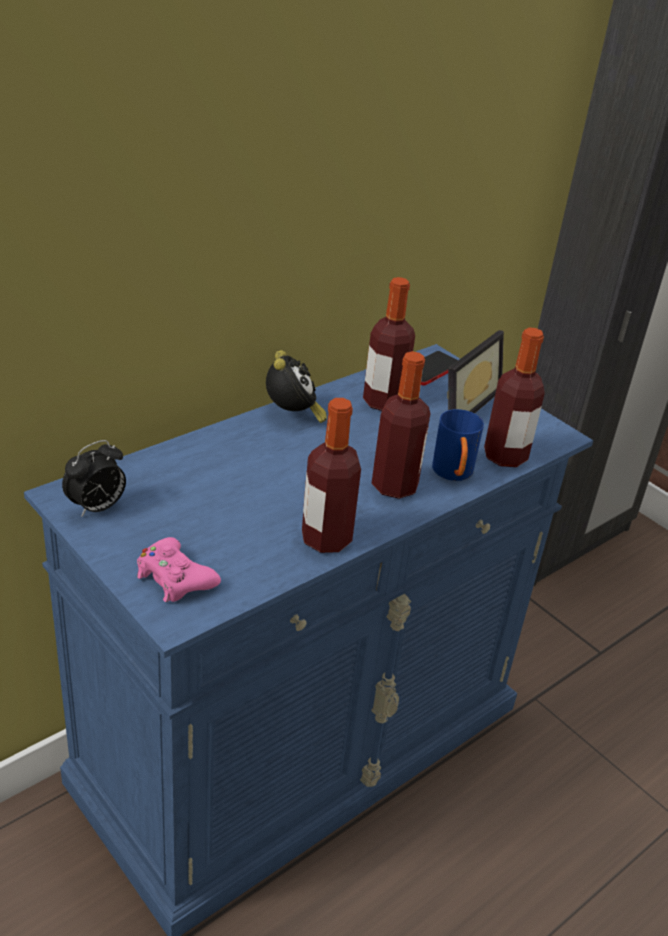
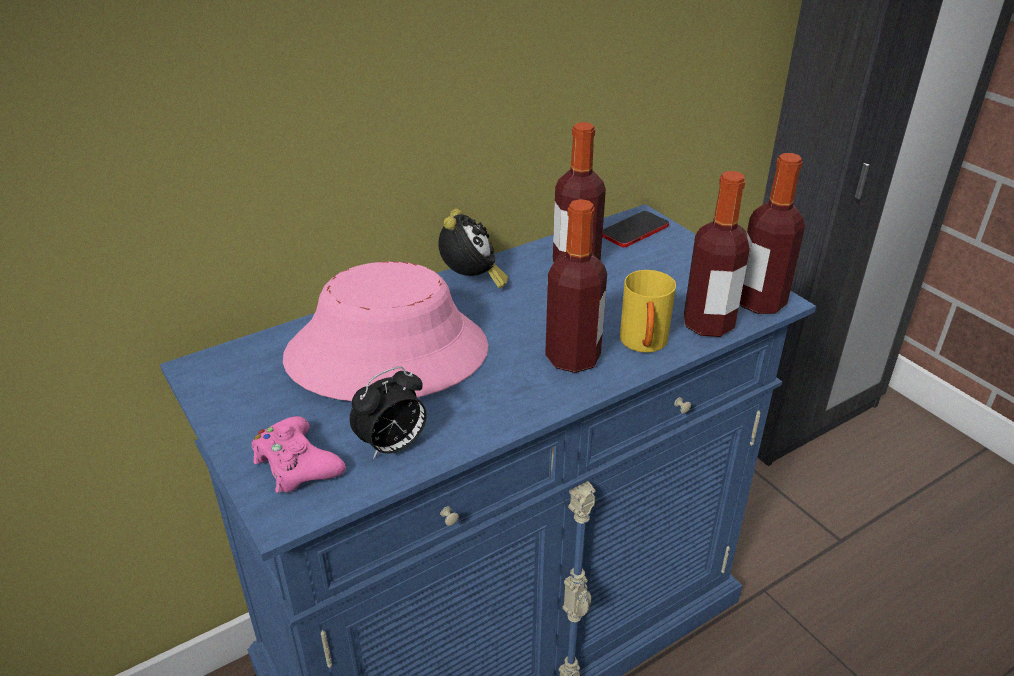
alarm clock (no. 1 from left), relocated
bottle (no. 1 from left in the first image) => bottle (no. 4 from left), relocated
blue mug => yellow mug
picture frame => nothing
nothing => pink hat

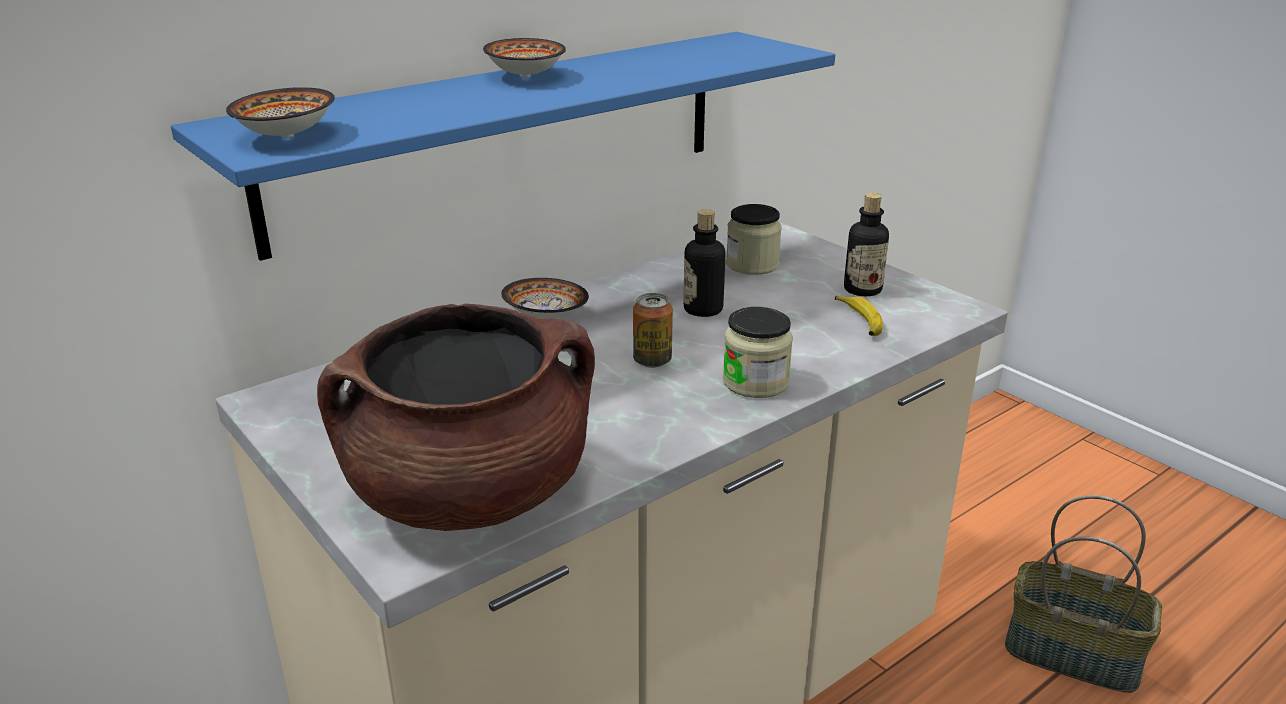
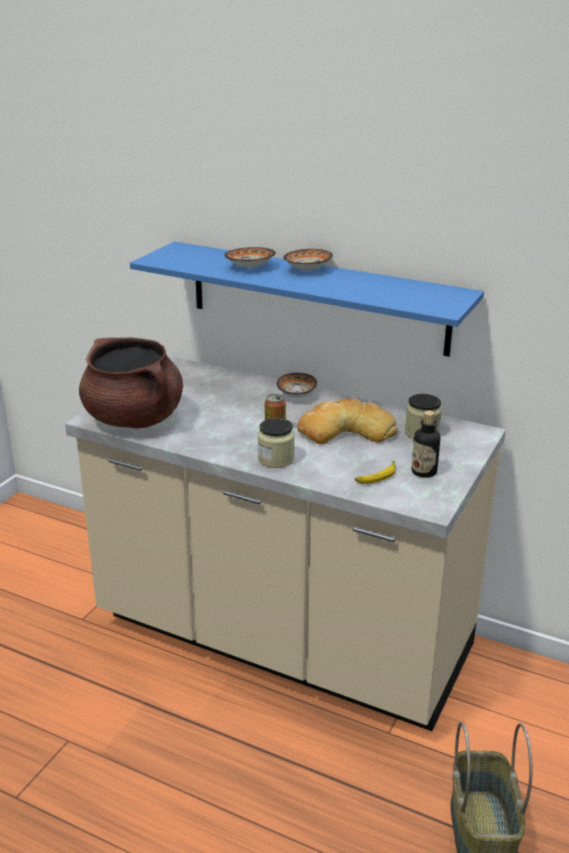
bowl (no. 1 from left), relocated
bottle (no. 1 from left) => bread

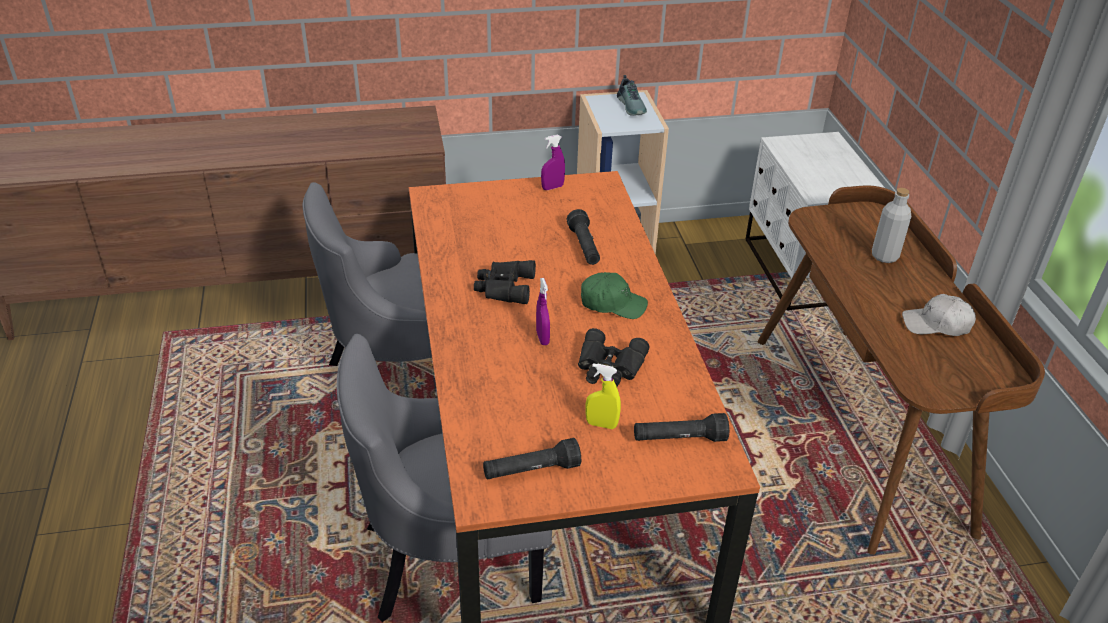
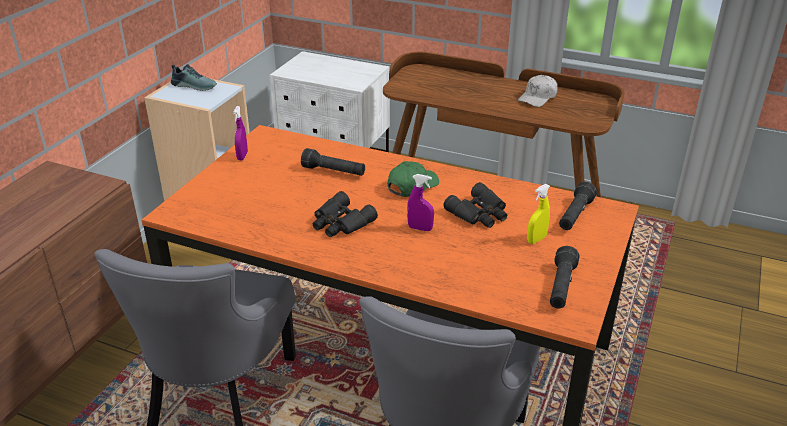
grey bottle => nothing

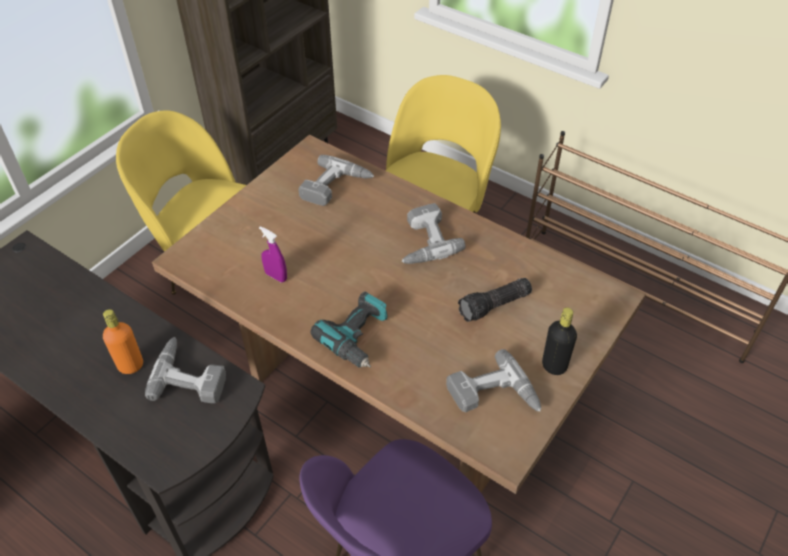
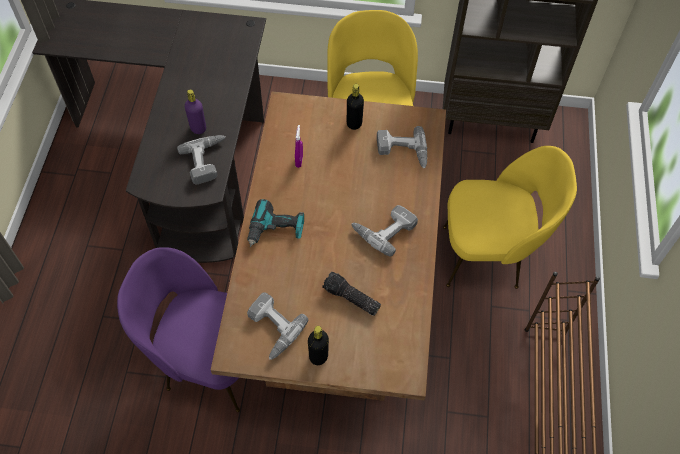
orange bottle => purple bottle
nothing => black bottle (no. 2 from left)

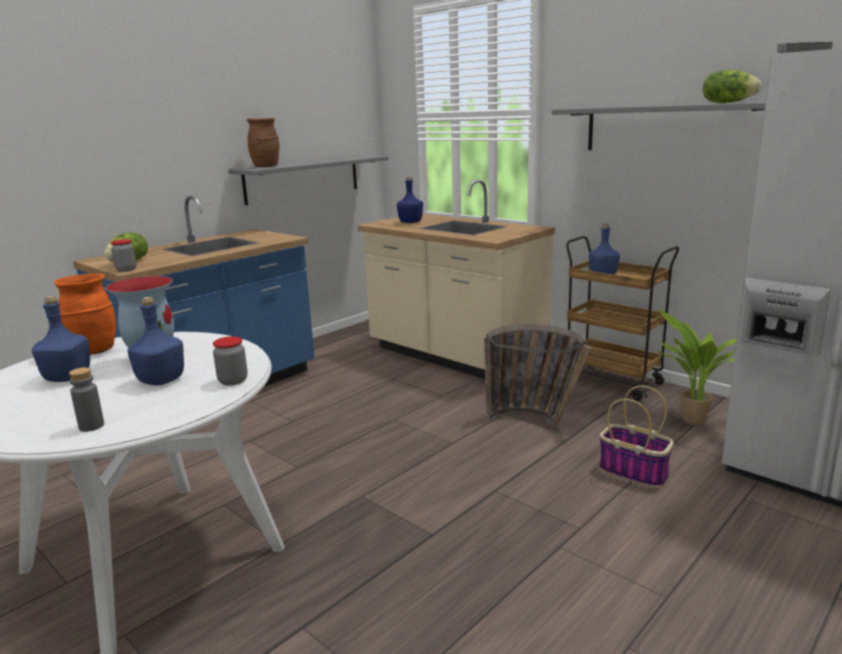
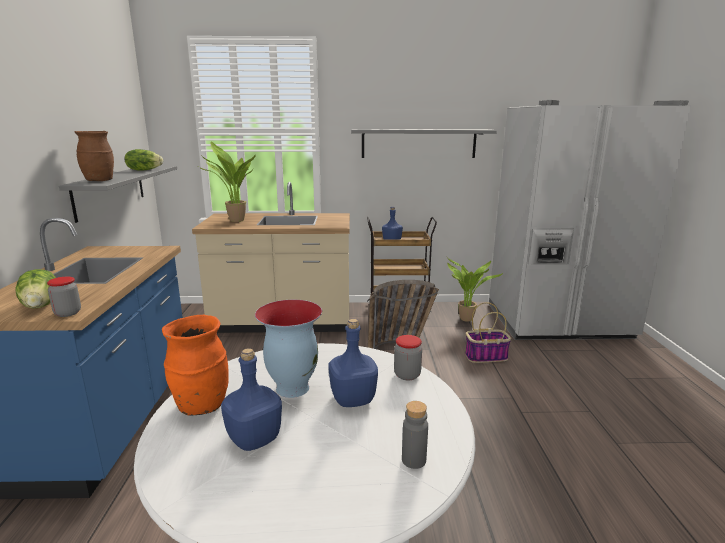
blue bottle (no. 3 from left) => potted plant (no. 1 from left)
lettuce (no. 2 from left), relocated

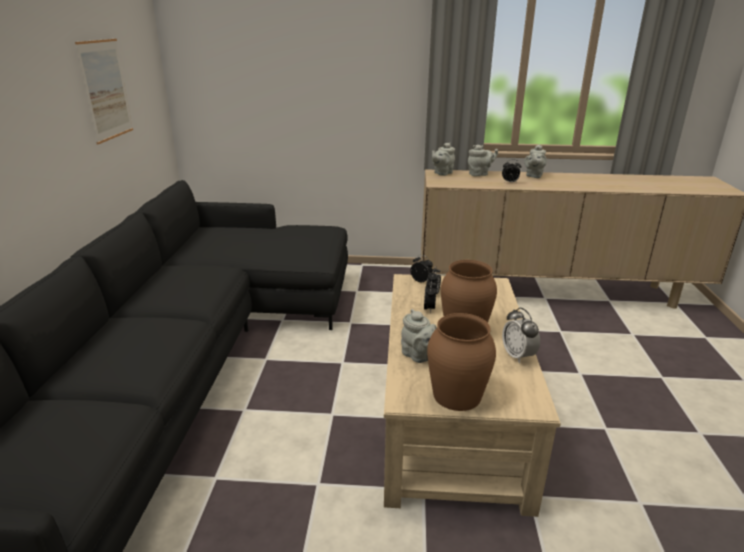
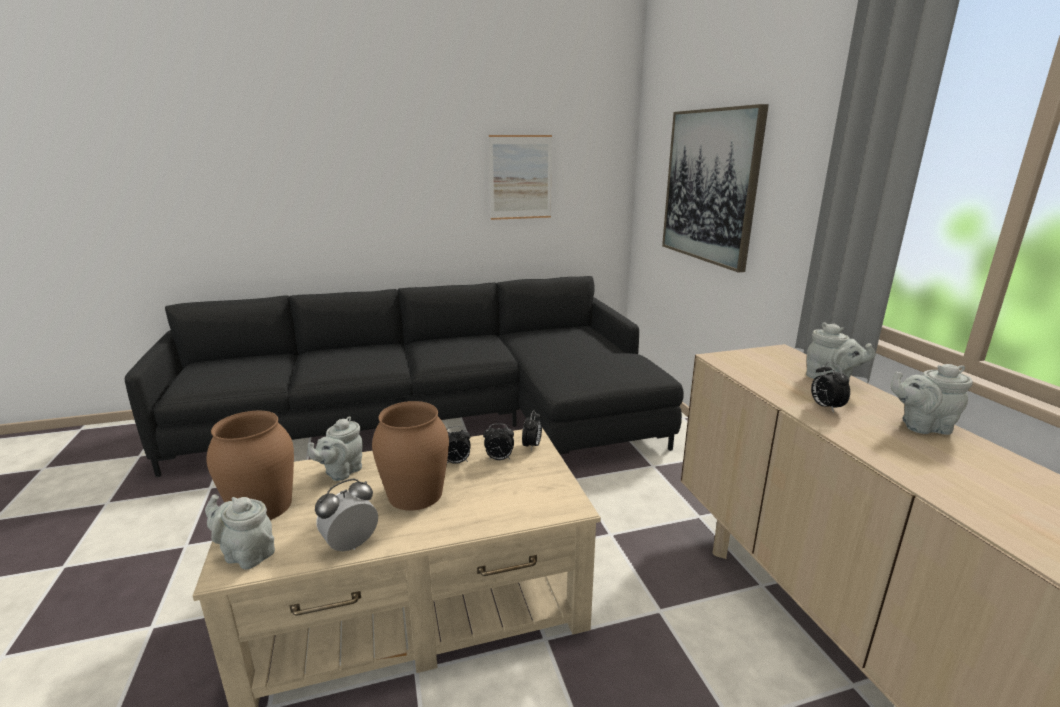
grey teapot (no. 2 from left in the first image) => grey teapot (no. 1 from left), relocated
nothing => picture (no. 2 from left)

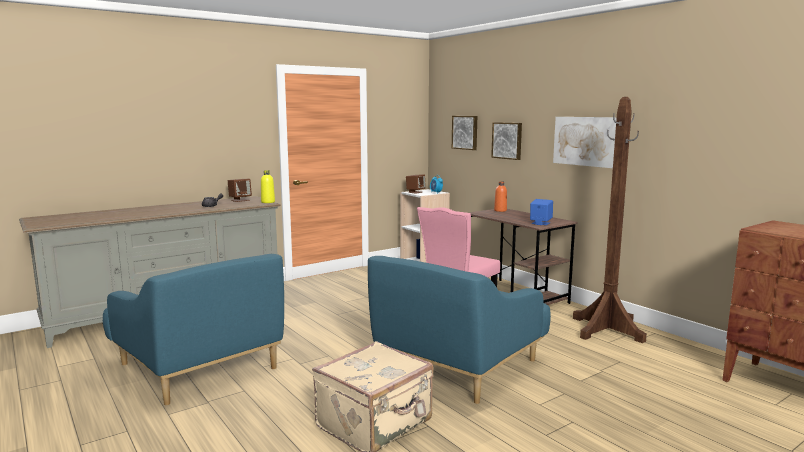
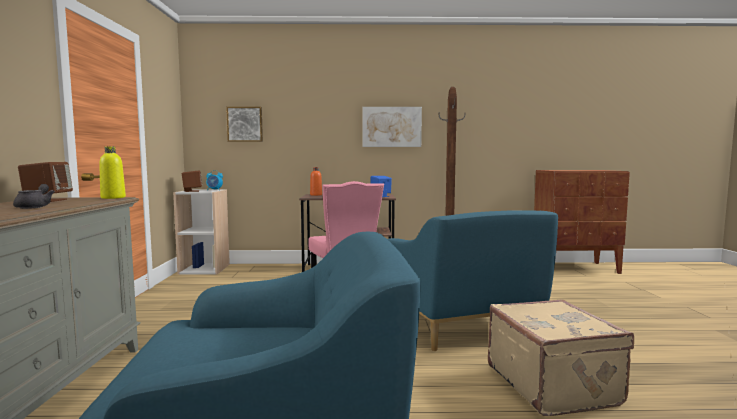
picture (no. 2 from left) => nothing

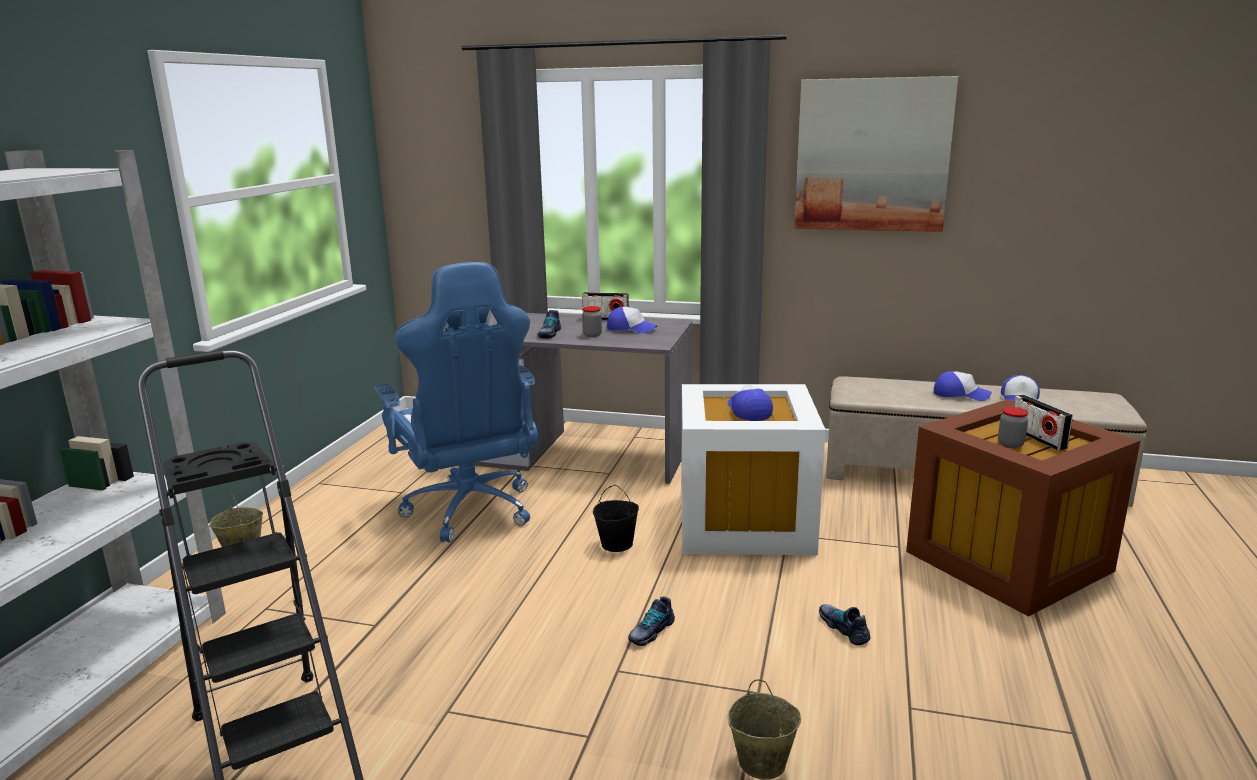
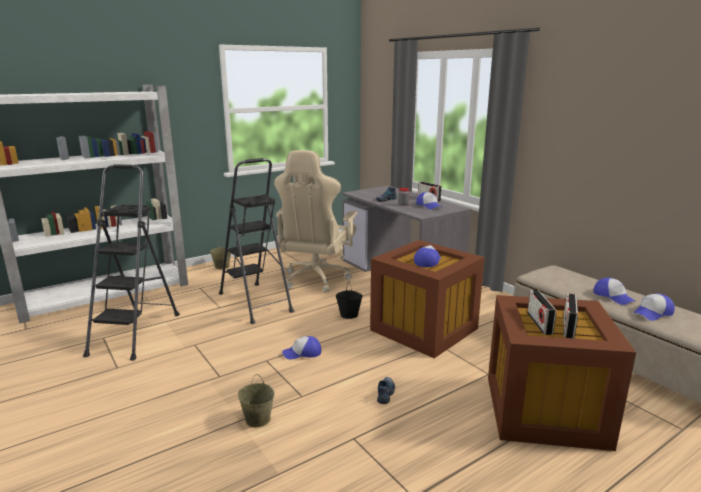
blue office chair => beige office chair
shoe (no. 2 from left) => cap (no. 1 from left)
white storage box => brown storage box (no. 1 from left)
picture => nothing
jar (no. 2 from left) => radio (no. 2 from left)
nothing => step ladder (no. 2 from left)

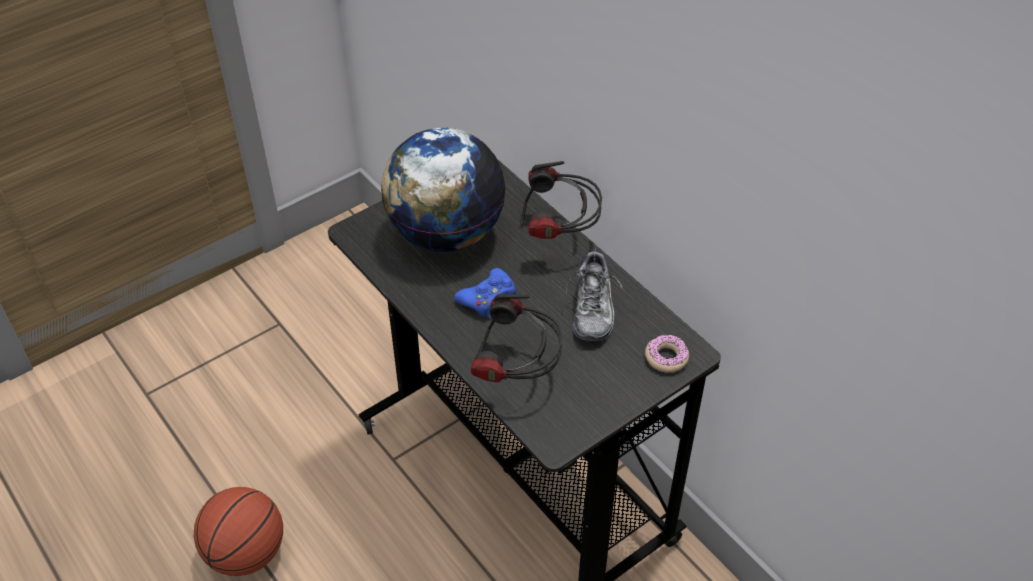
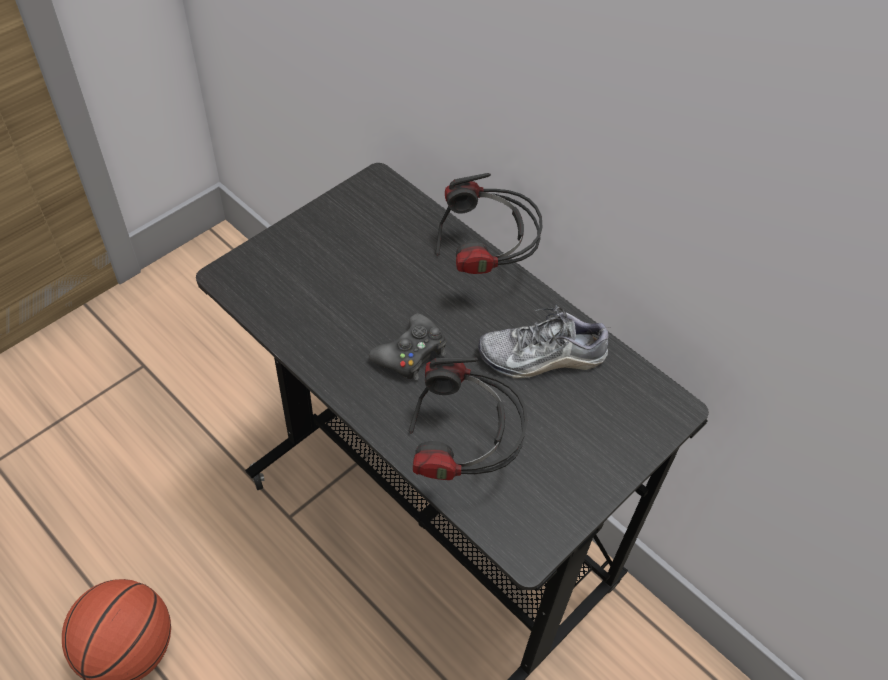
globe => nothing
blue game controller => black game controller
shoe, 90 degrees clockwise
donut => nothing

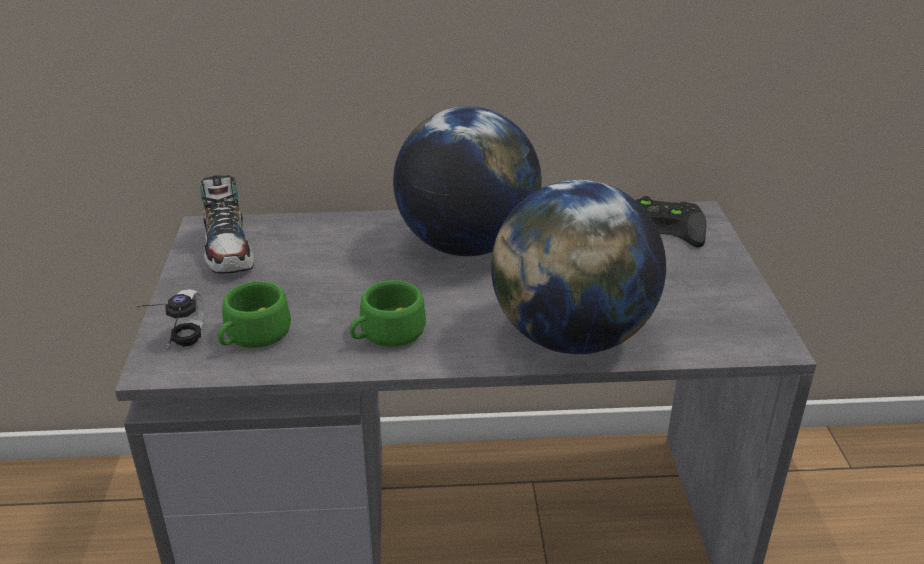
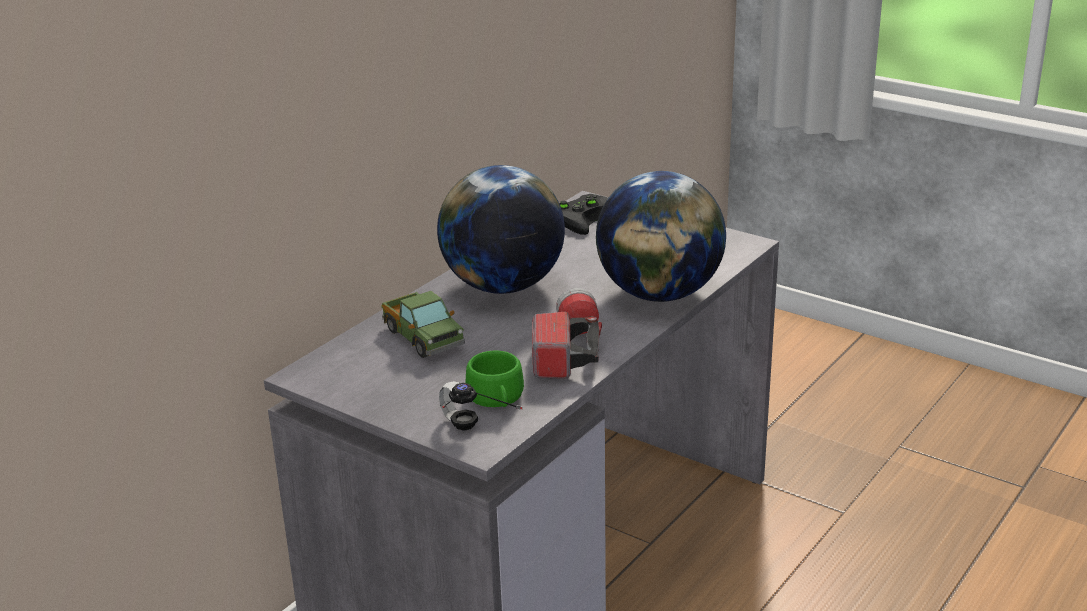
shoe => nothing
green cup (no. 2 from left) => flashlight
nothing => toy truck

